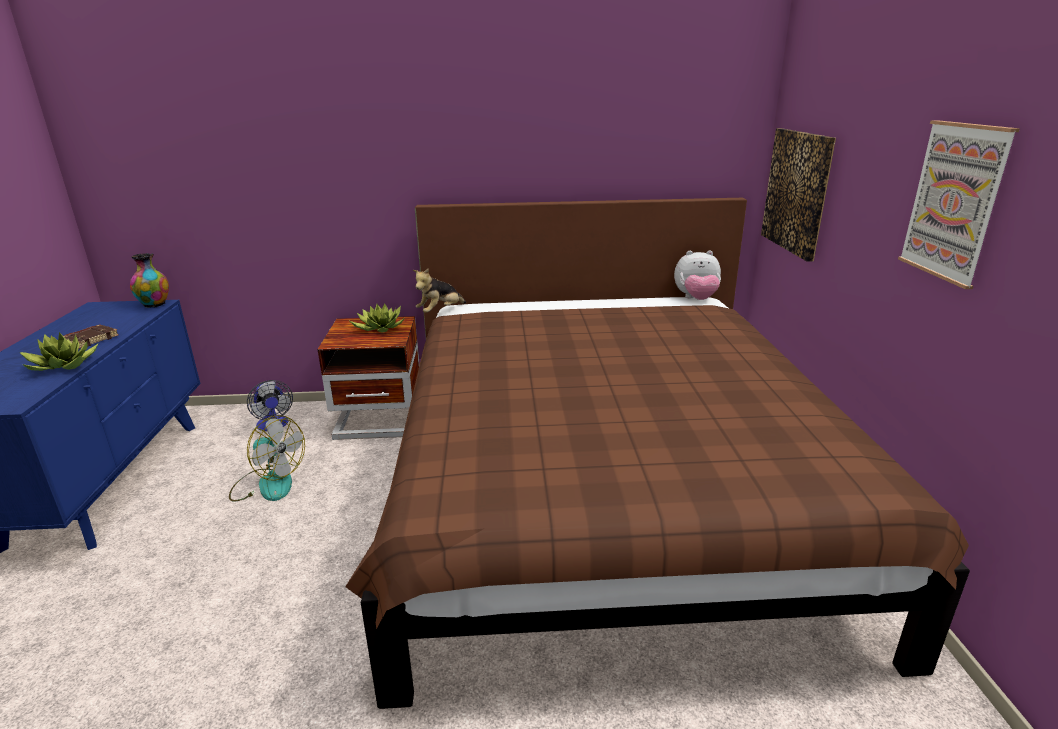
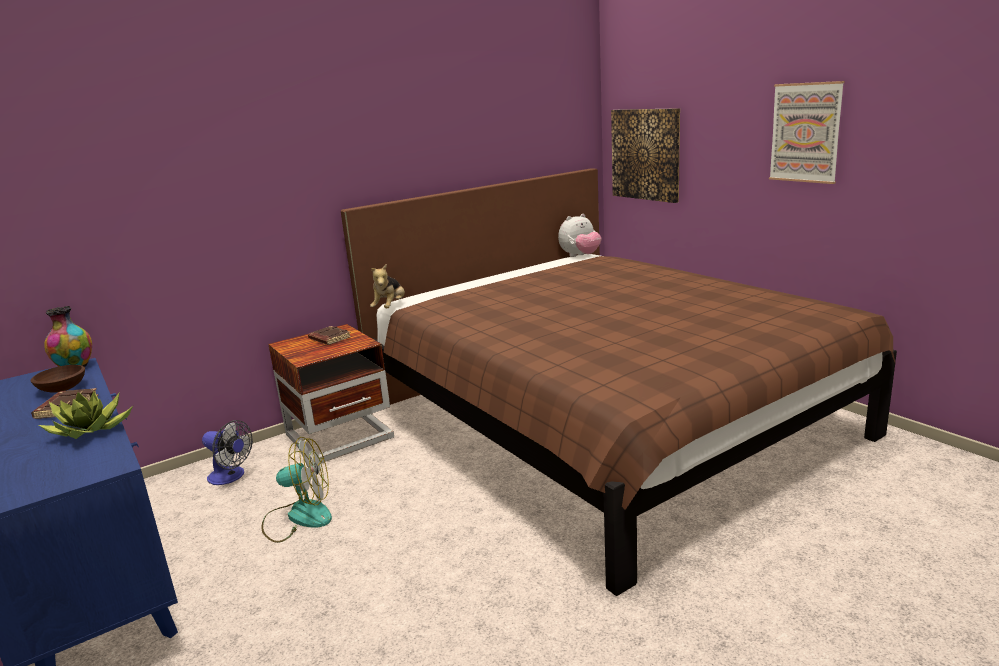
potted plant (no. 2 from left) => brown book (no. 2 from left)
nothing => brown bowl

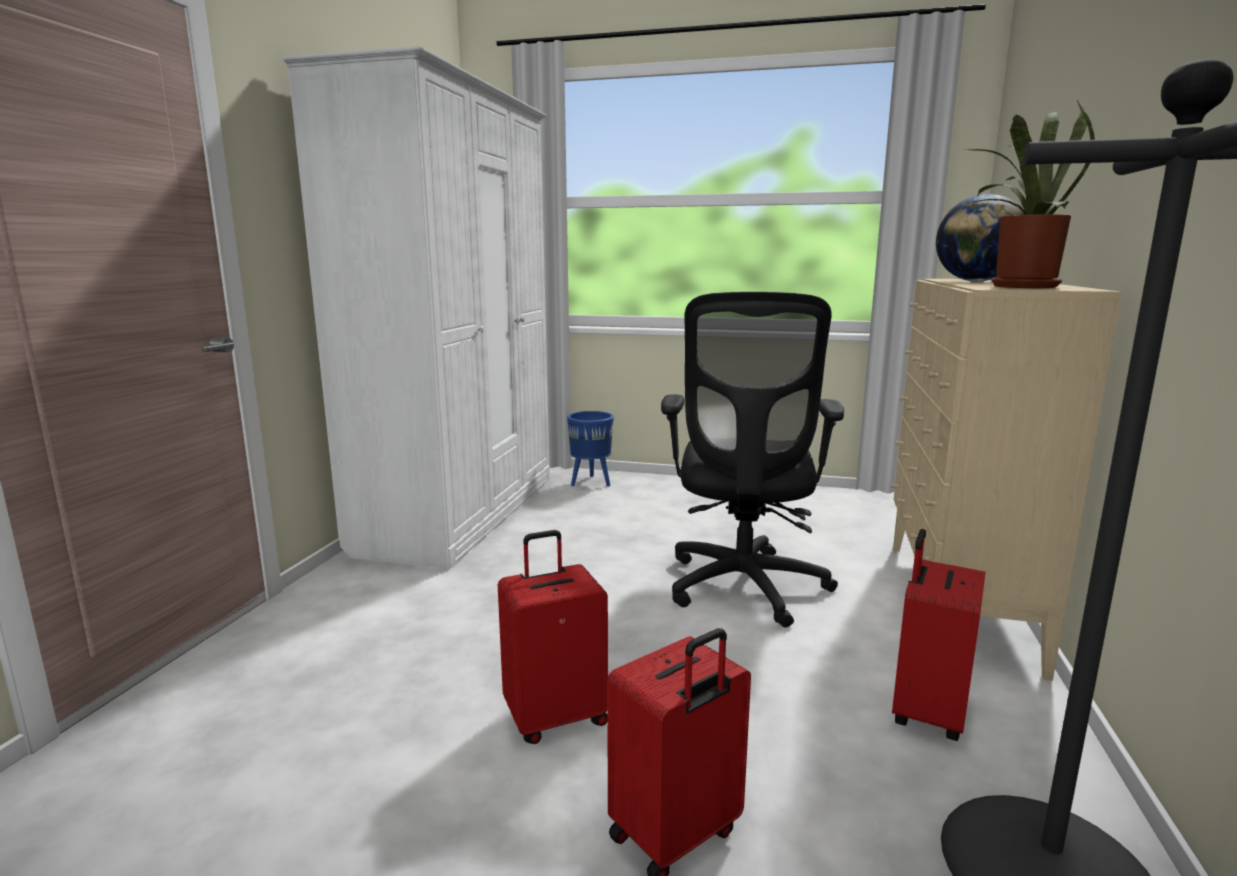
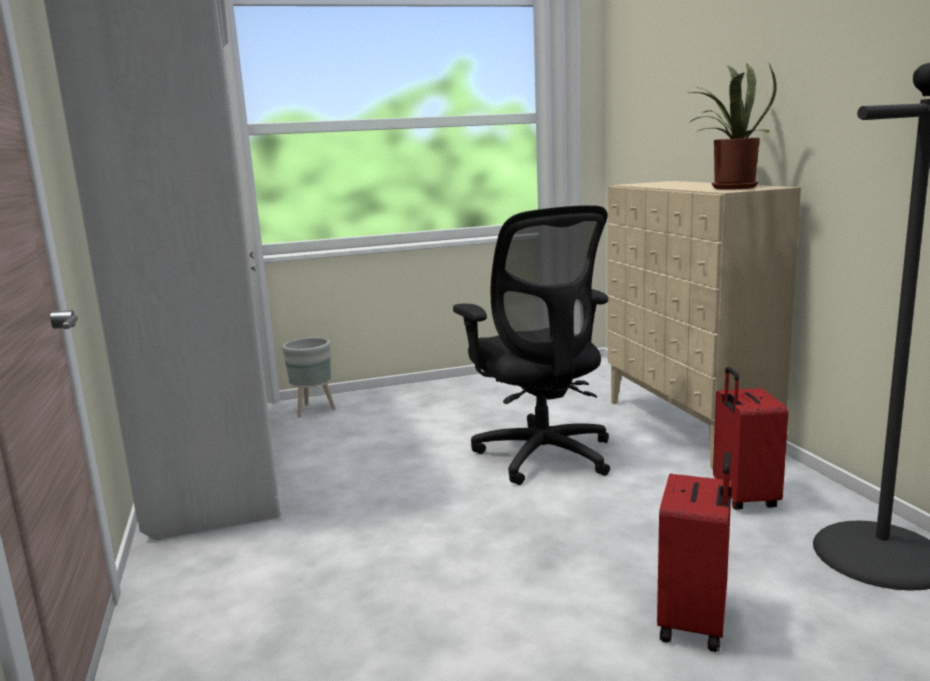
red suitcase (no. 1 from left) => nothing
blue planter => grey planter
globe => nothing

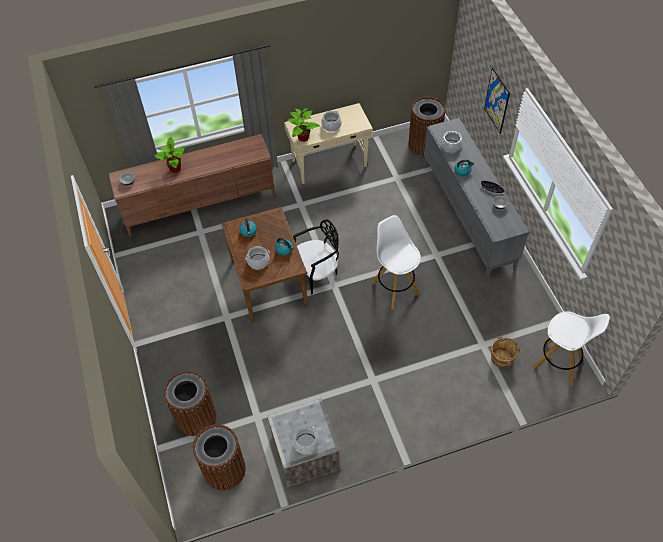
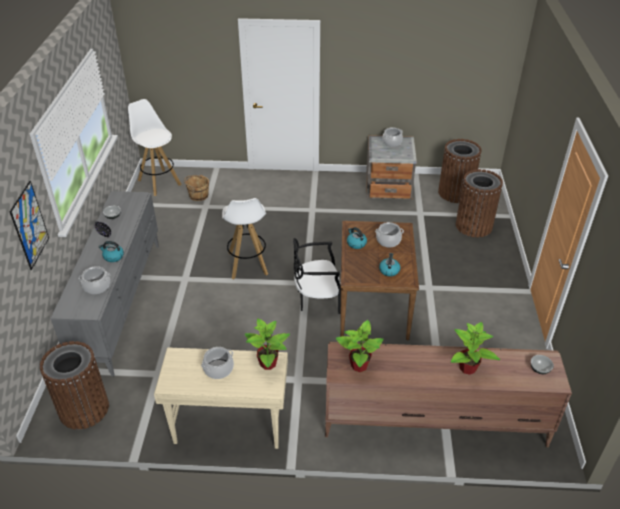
nothing => potted plant (no. 2 from left)

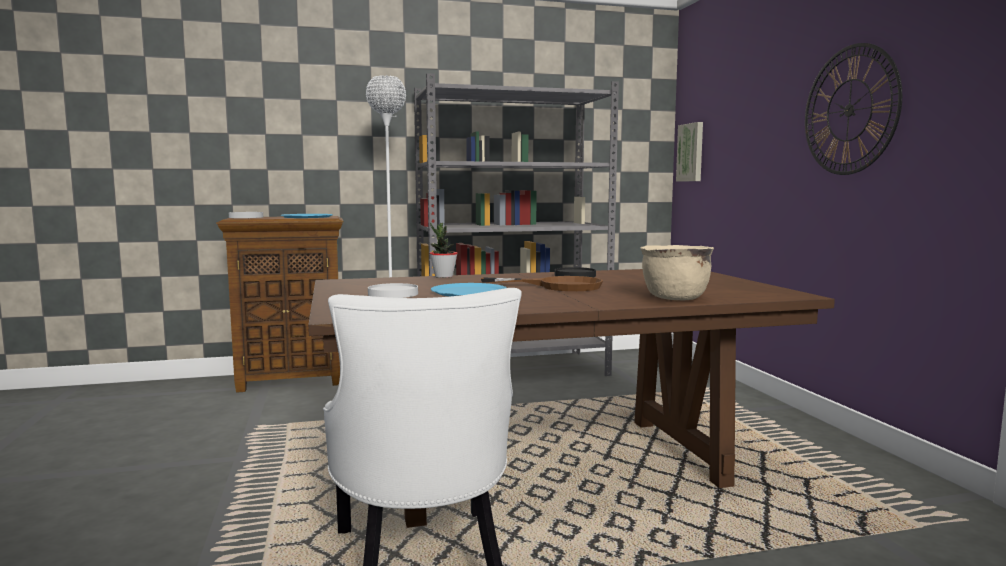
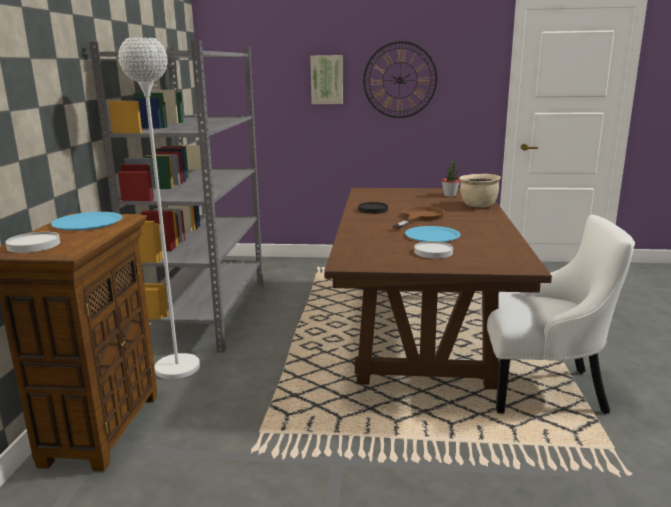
potted plant, relocated
picture, relocated

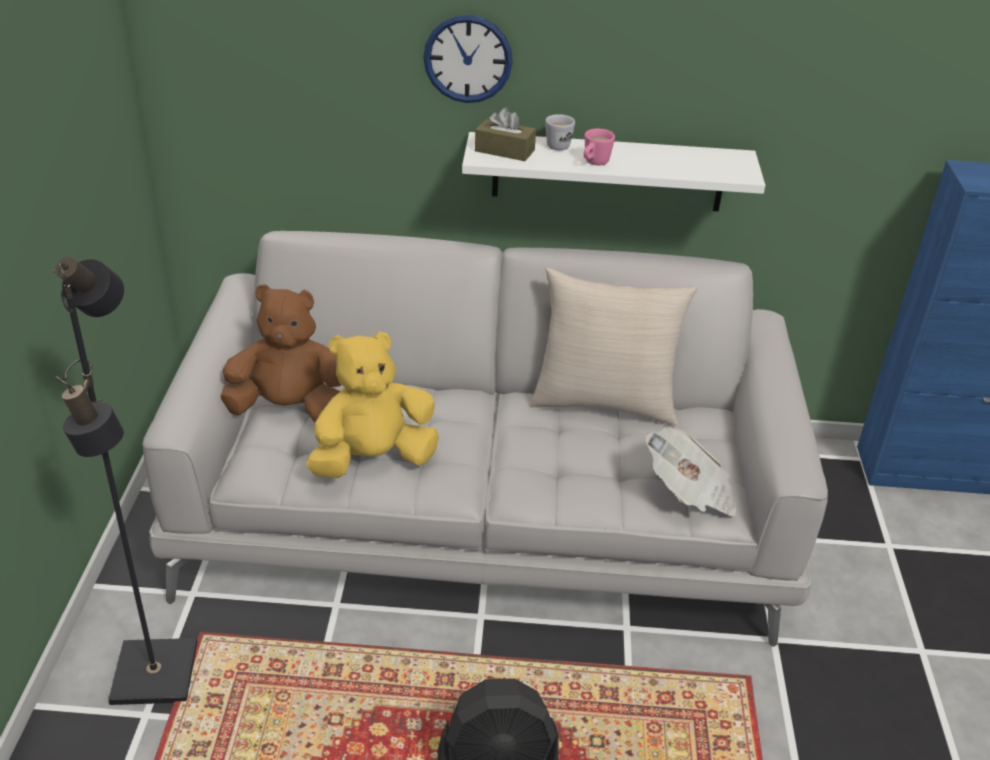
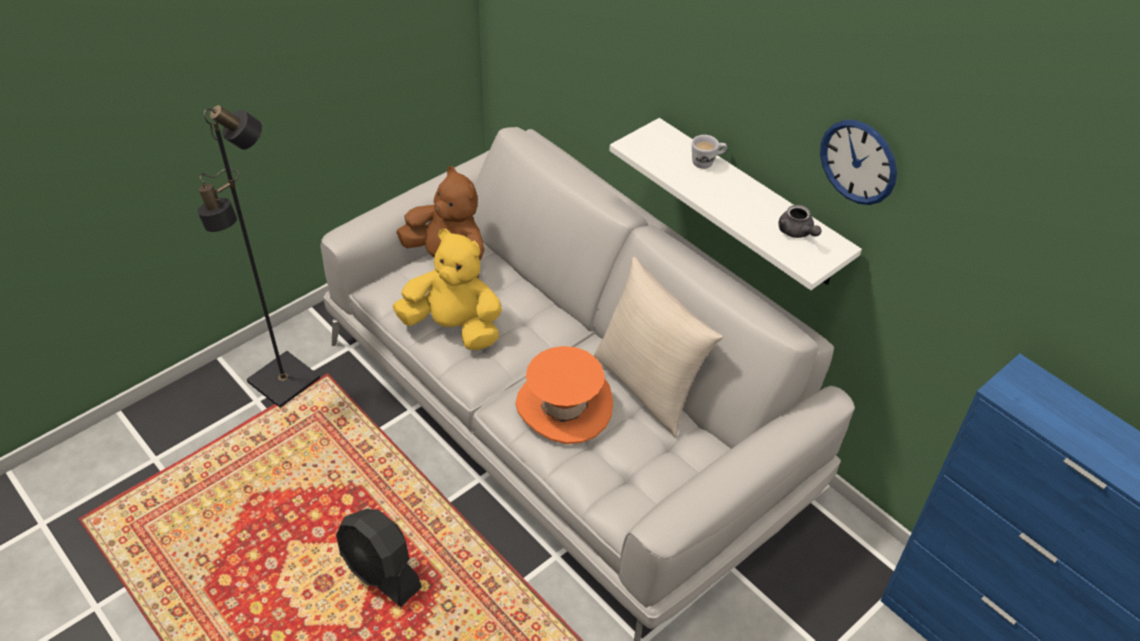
wall clock, relocated
brown tissue box => nothing
pink mug => nothing
newspaper => nothing
nothing => orange hat
nothing => grey teapot

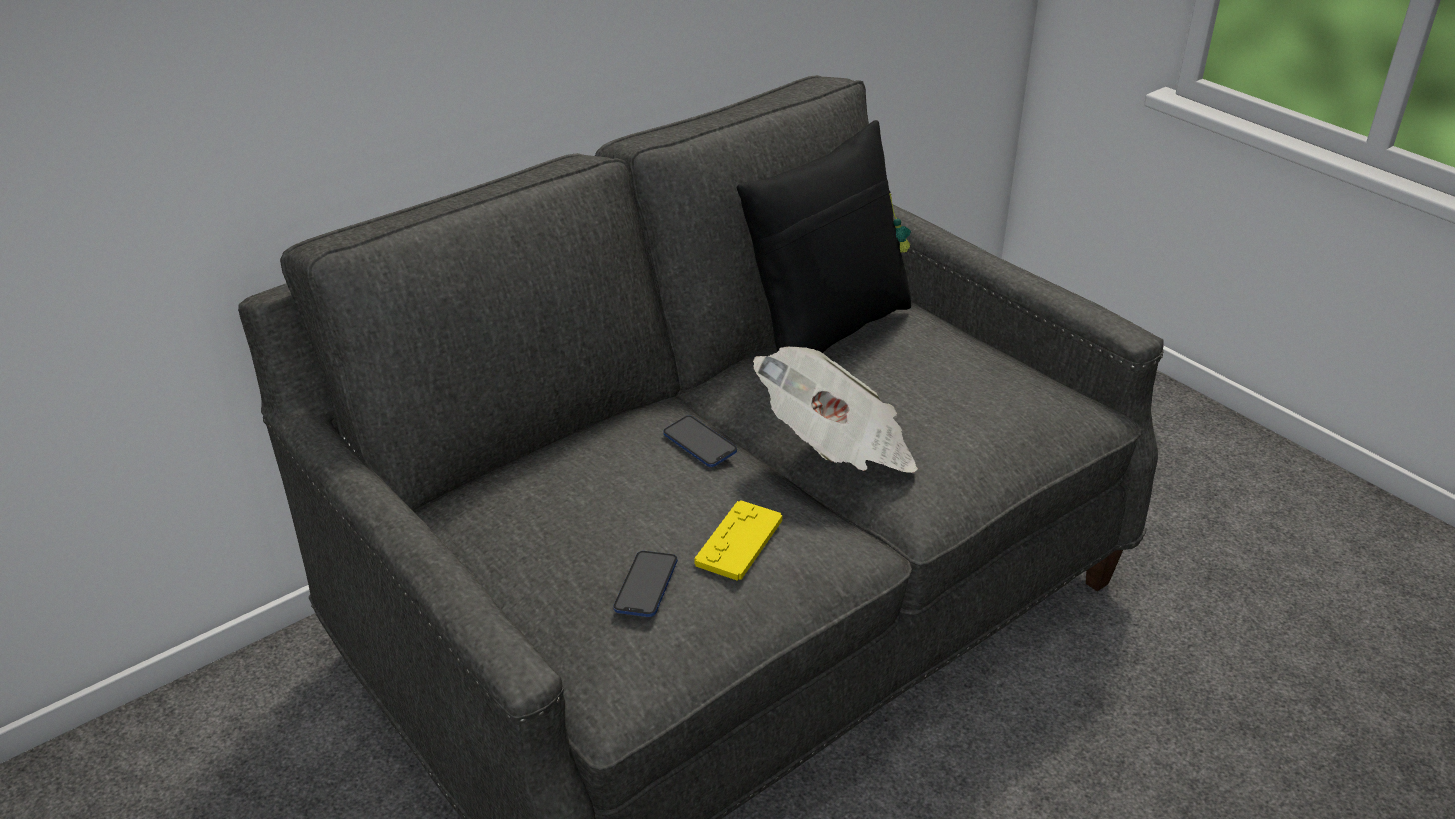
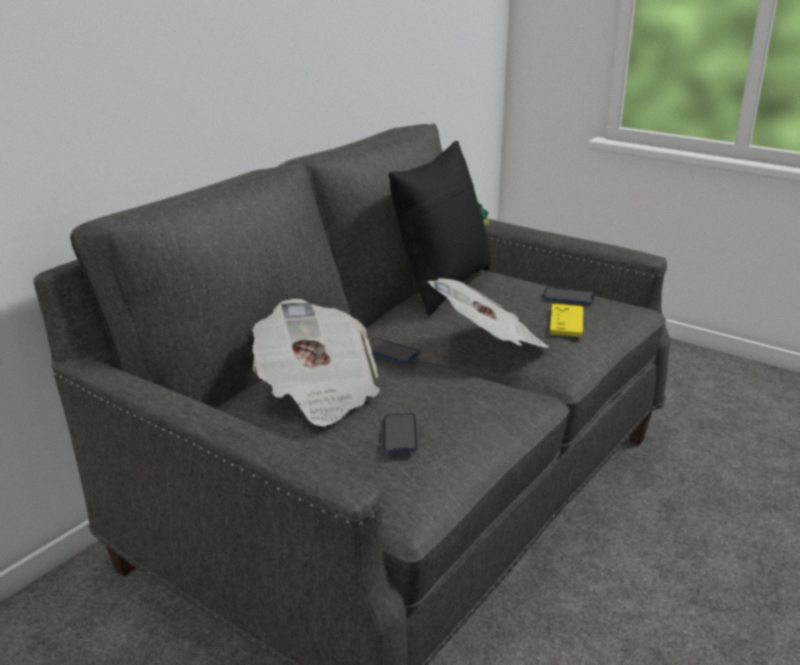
yellow game controller, relocated
nothing => newspaper (no. 1 from left)
nothing => phone (no. 3 from left)

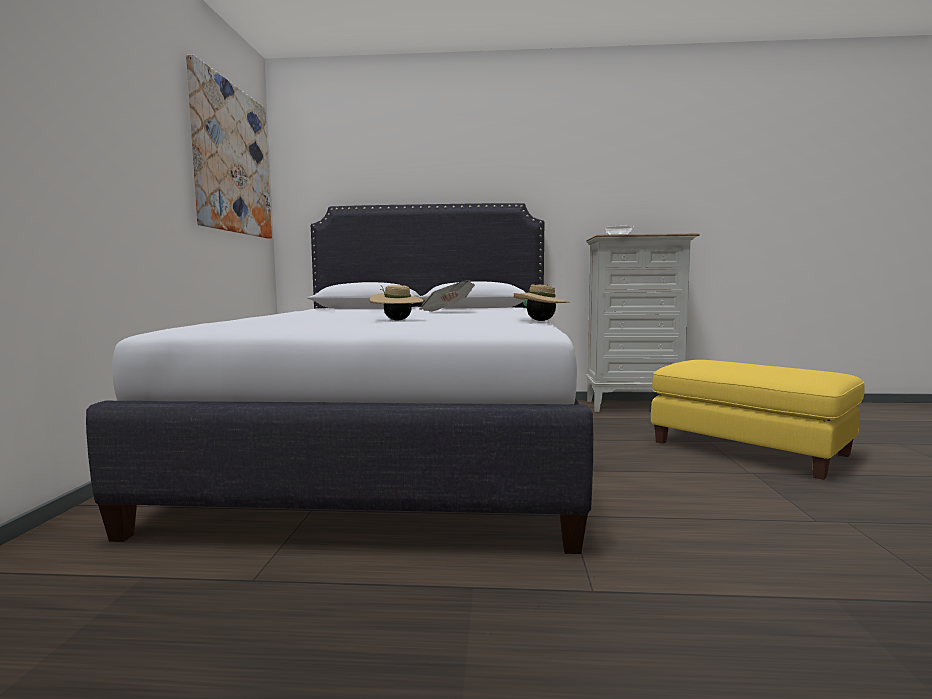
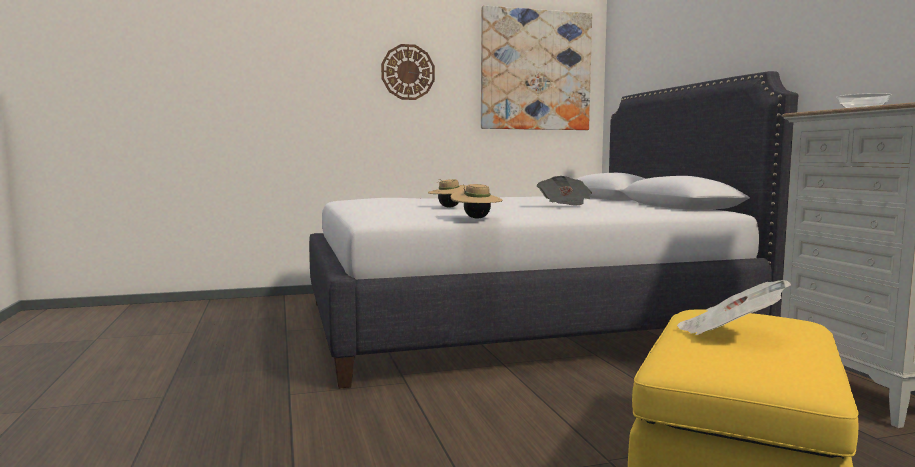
nothing => wall clock
nothing => newspaper (no. 2 from left)

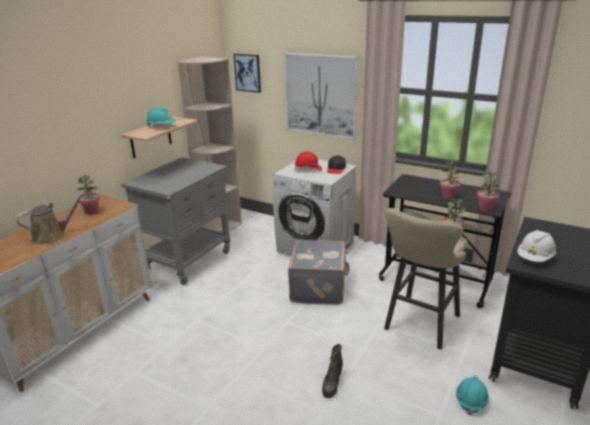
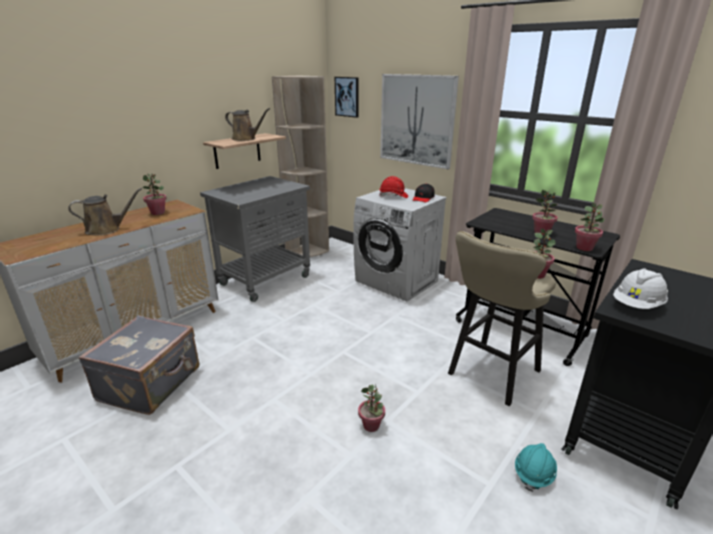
turquoise hard hat (no. 1 from left) => brown watering can (no. 2 from left)
grey suitcase, relocated
black boot => potted plant (no. 2 from left)

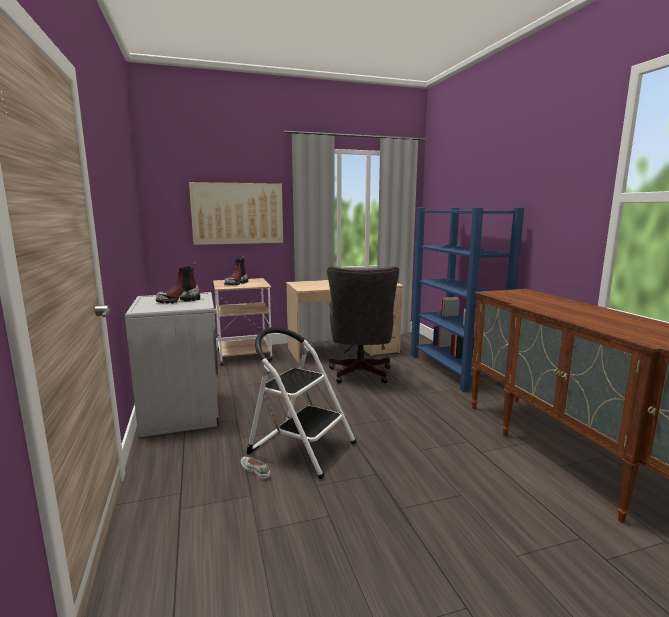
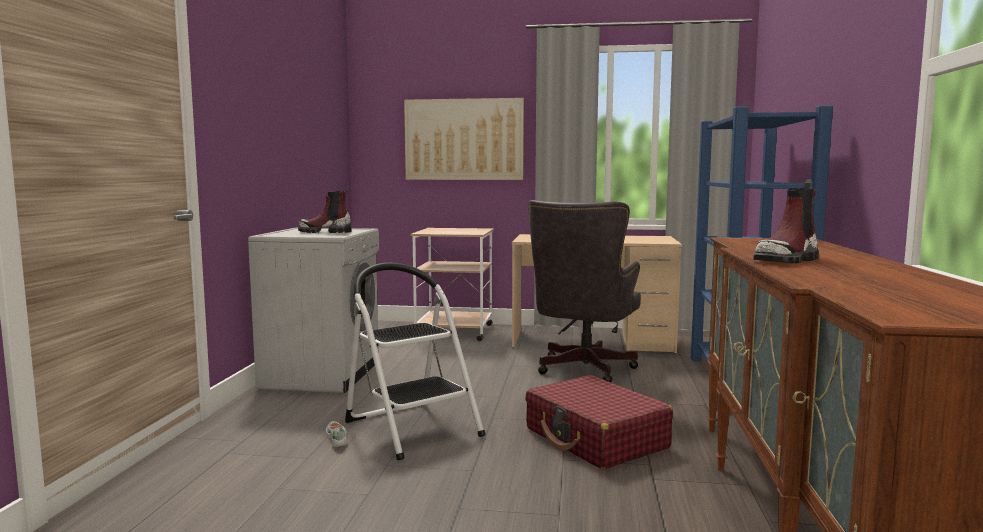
boot (no. 2 from left), relocated
nothing => red suitcase

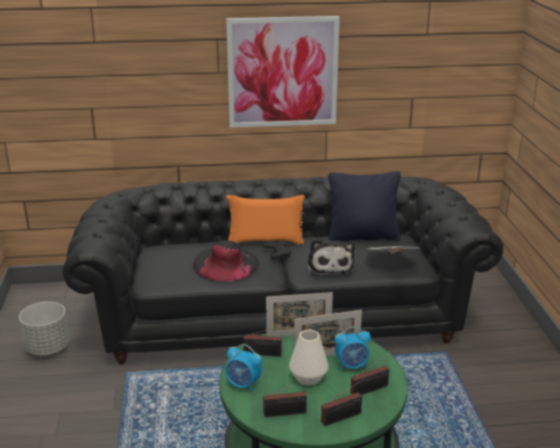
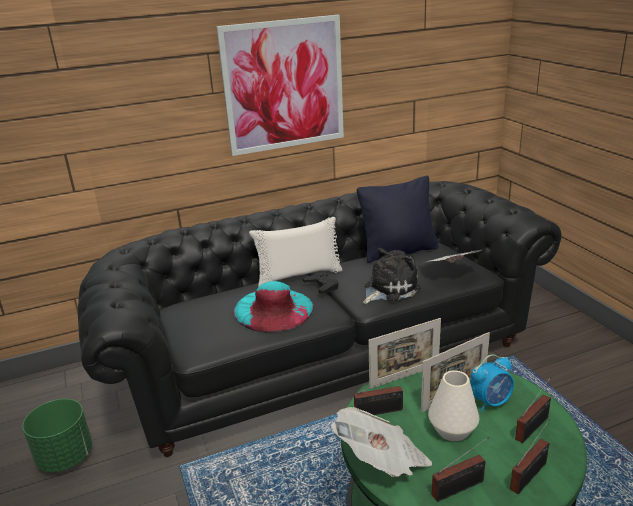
grey planter => green planter
black hat => turquoise hat
alarm clock (no. 1 from left) => newspaper (no. 1 from left)
orange pillow => white pillow
plush toy, 105 degrees counterclockwise

